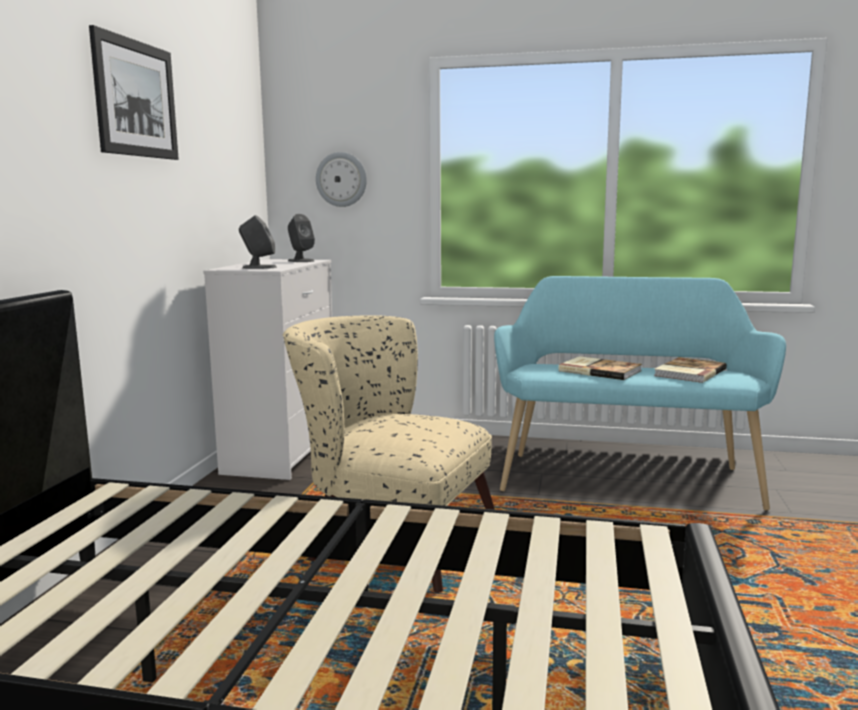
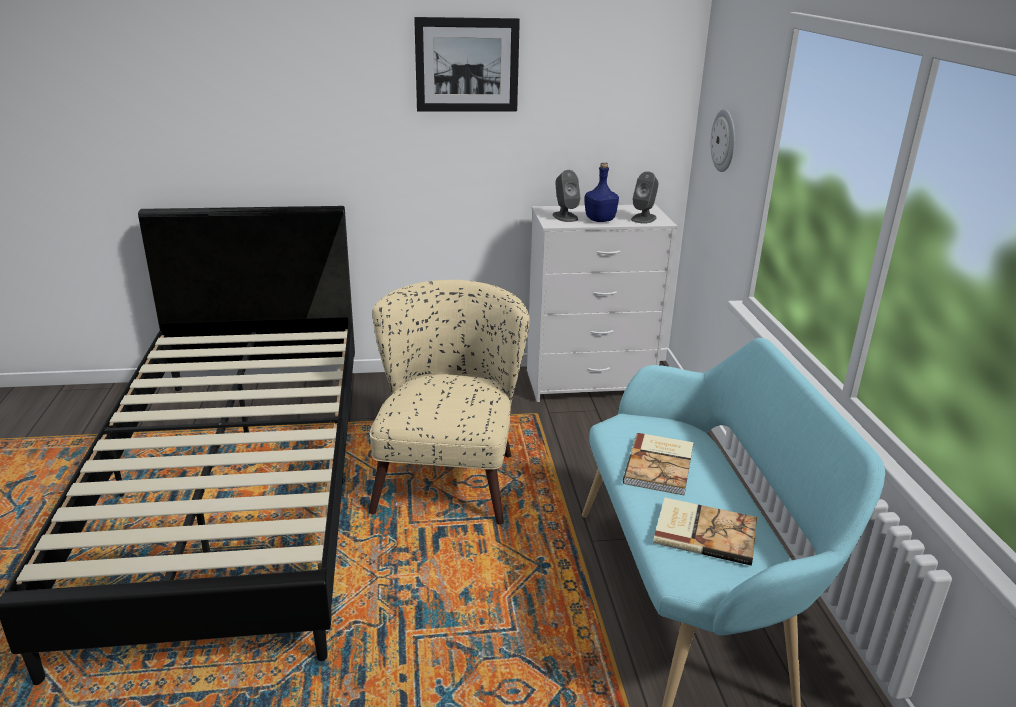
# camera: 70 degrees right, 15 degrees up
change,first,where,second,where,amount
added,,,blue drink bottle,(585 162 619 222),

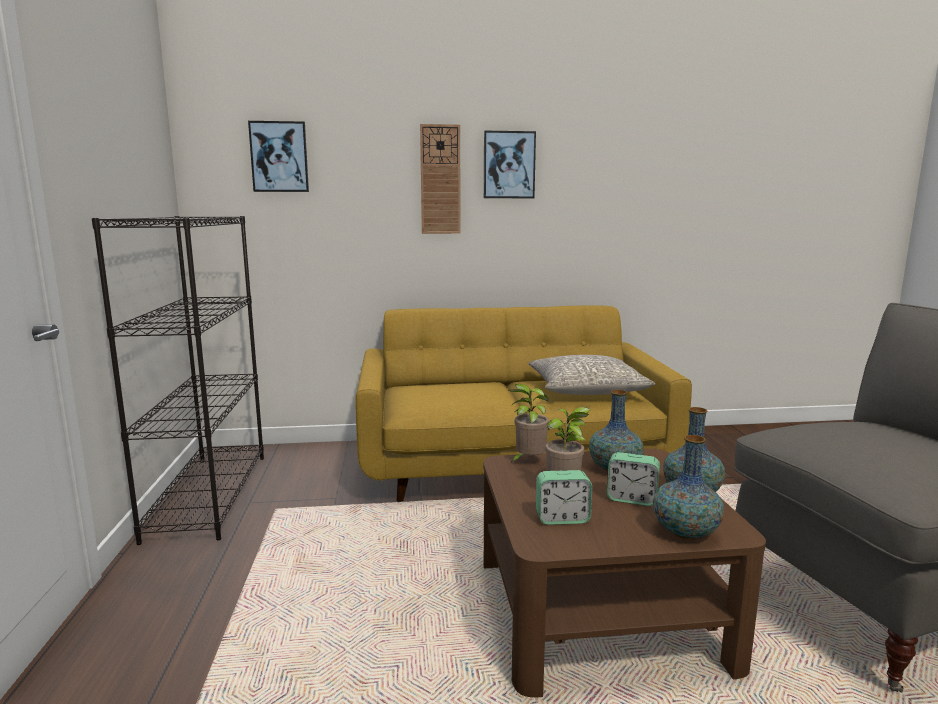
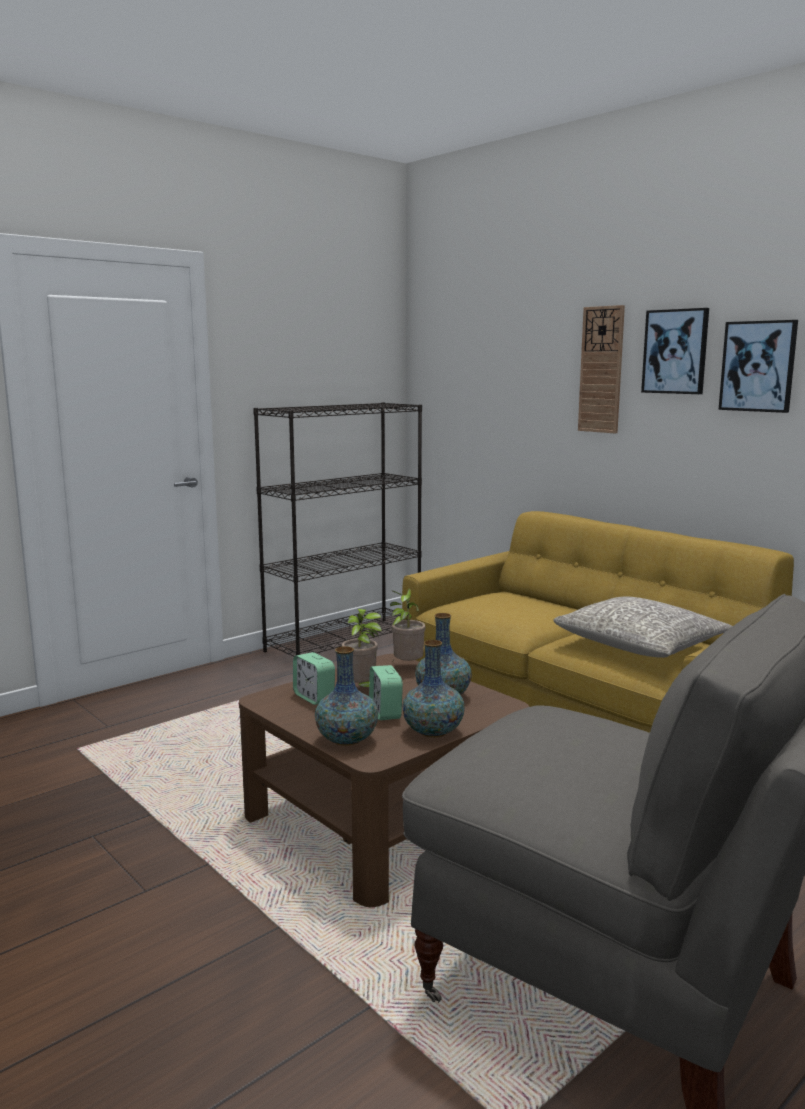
# camera: 55 degrees right, 0 degrees up
change,first,where,second,where,amount
moved,wall art,(248 121 309 192),,(718 320 798 413),

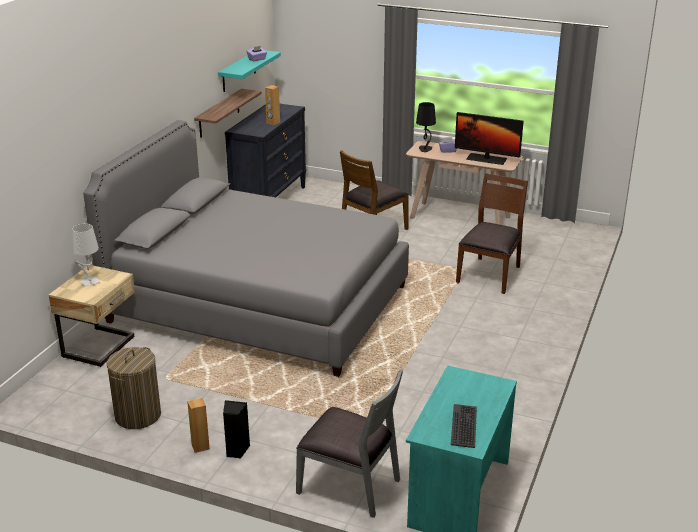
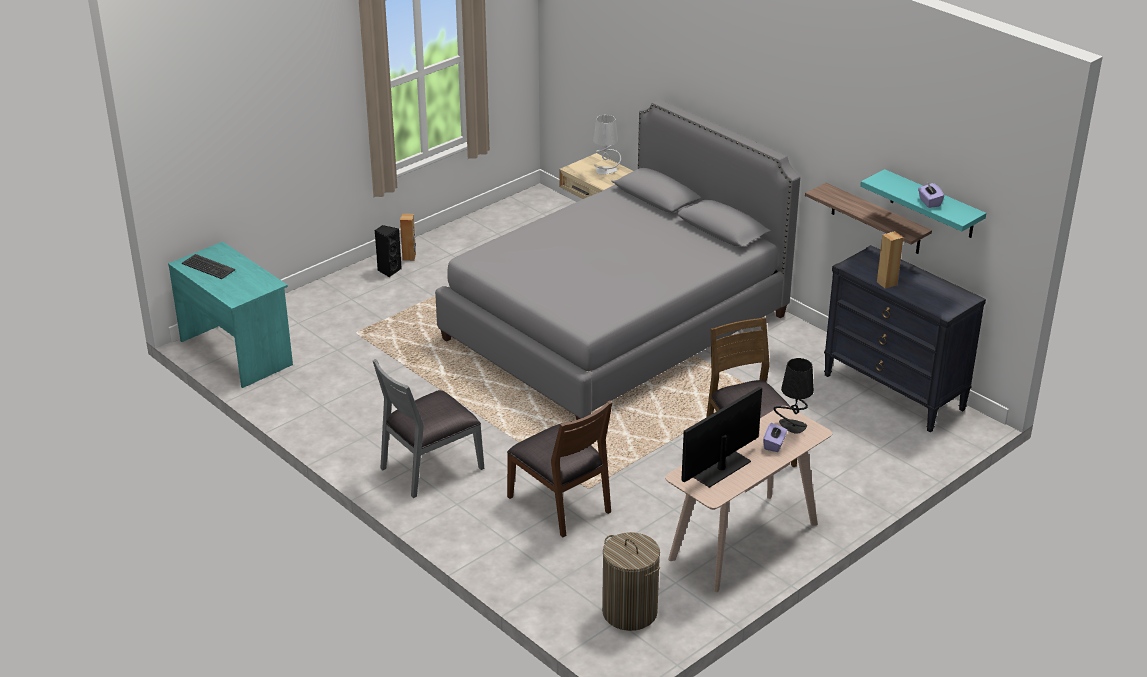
# camera: 115 degrees right, 5 degrees up
change,first,where,second,where,amount
moved,washing basket,(107 347 161 429),,(602 532 660 631),
moved,grey plain chair,(296 369 403 518),,(373 359 484 498),

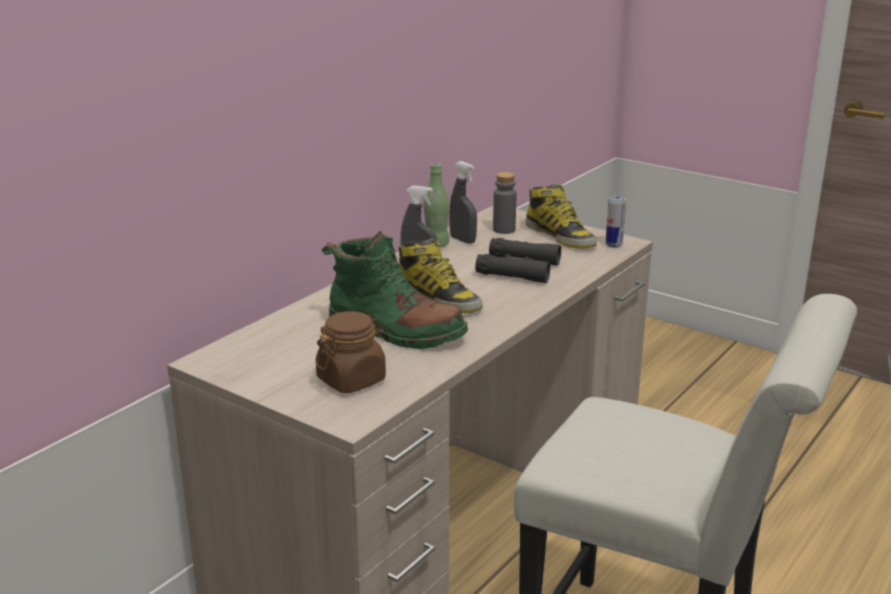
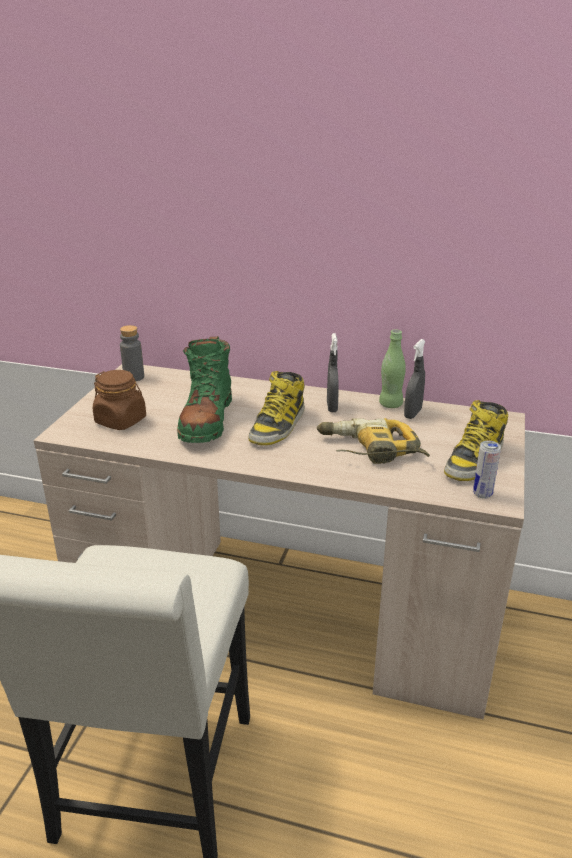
# camera: 70 degrees right, 5 degrees up
change,first,where,second,where,amount
moved,grey drink bottle,(493 172 517 234),,(120 325 144 381),
replaced,blackish binoculars,(475 238 561 283),electric drill,(317 418 430 464),

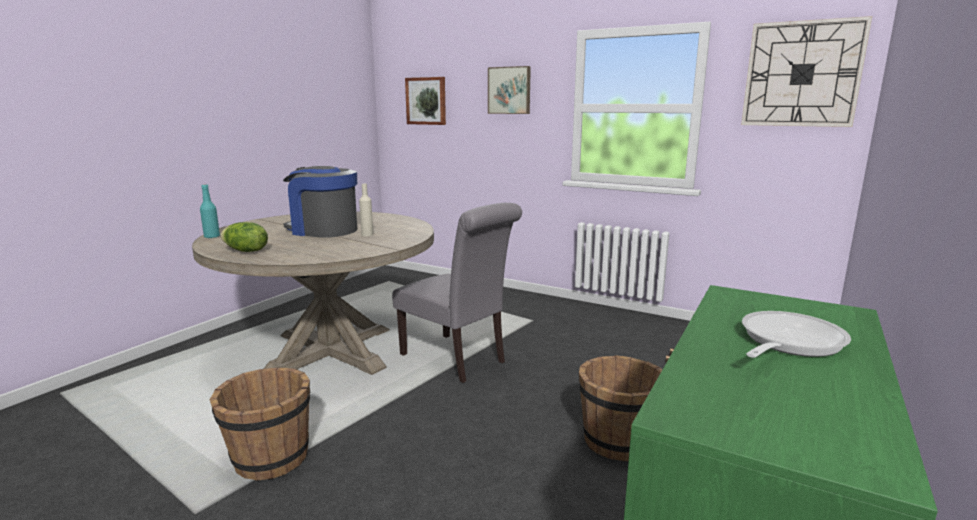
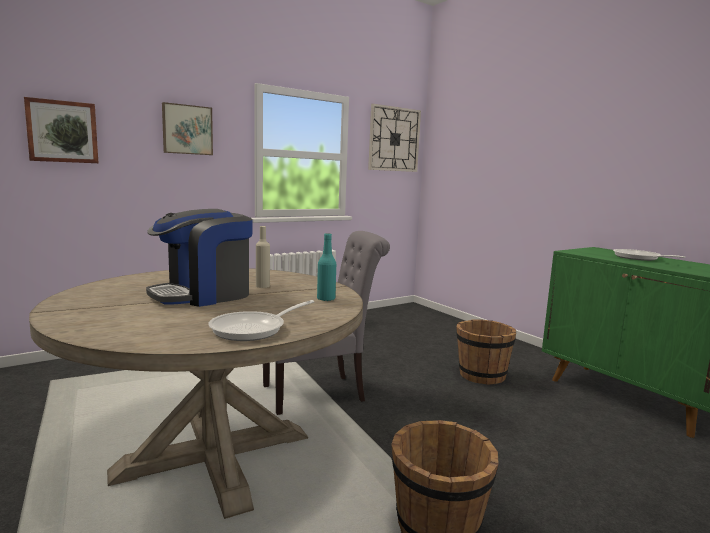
# camera: 65 degrees left, 5 degrees down
change,first,where,second,where,amount
moved,turquoise-coloured drink bottle,(200 184 220 238),,(317 233 336 301),
replaced,head of lettuce,(221 222 268 252),frying pan,(208 300 315 341),

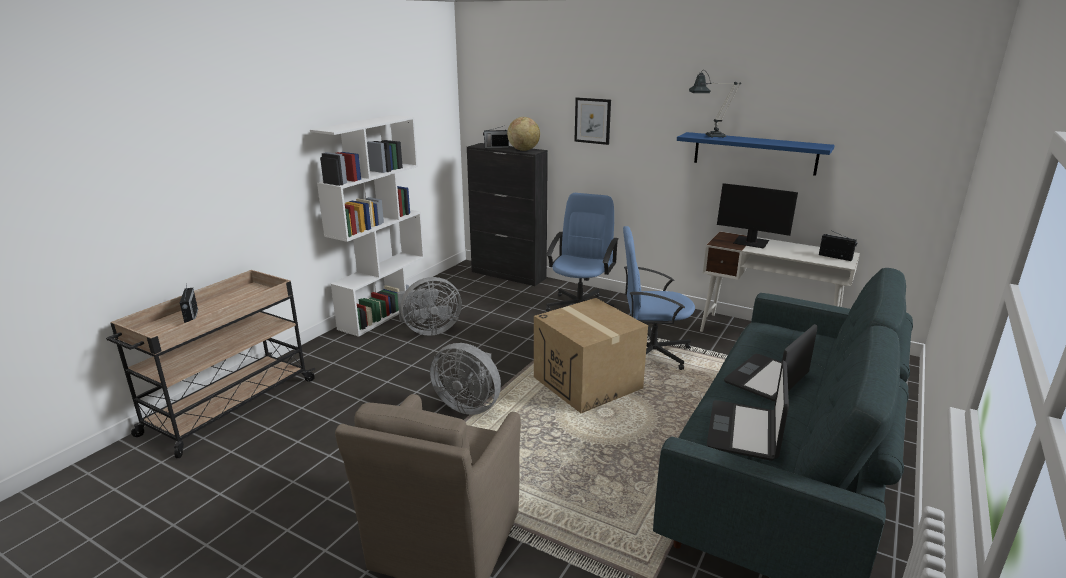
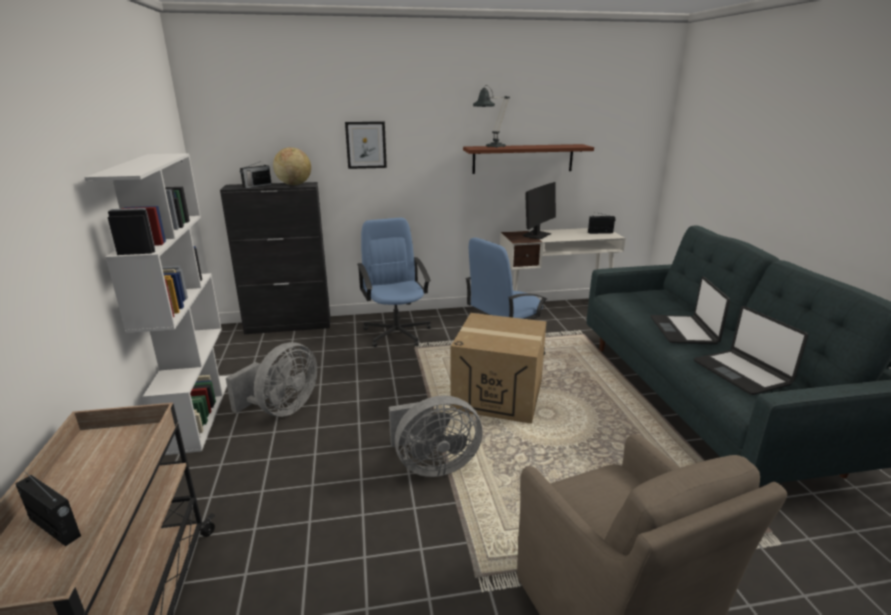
# camera: 40 degrees left, 0 degrees up
change,first,where,second,where,amount
recoloured,blue wall shelf,(677 132 835 176),brown wall shelf,(463 144 594 174),
turned,computer display,(717 183 798 248),,(523 182 556 239),45 degrees counterclockwise

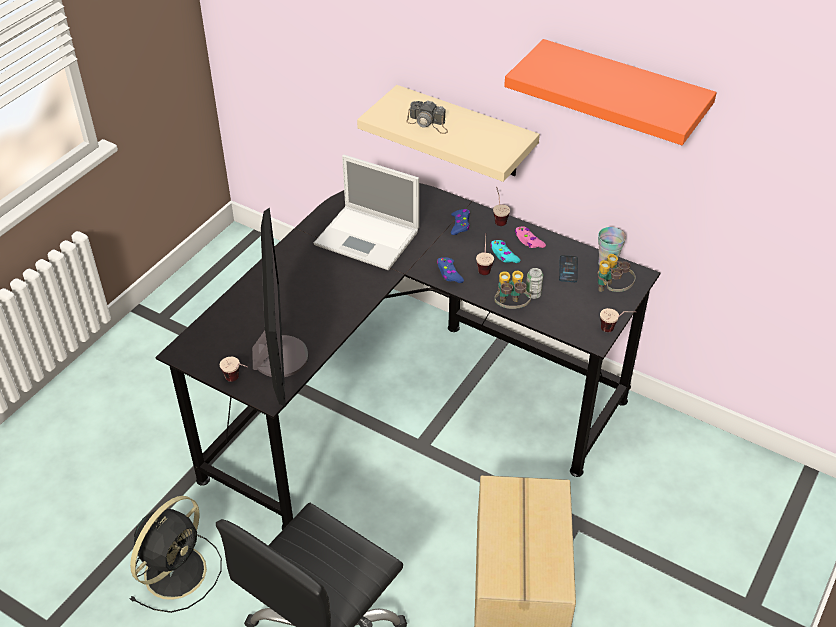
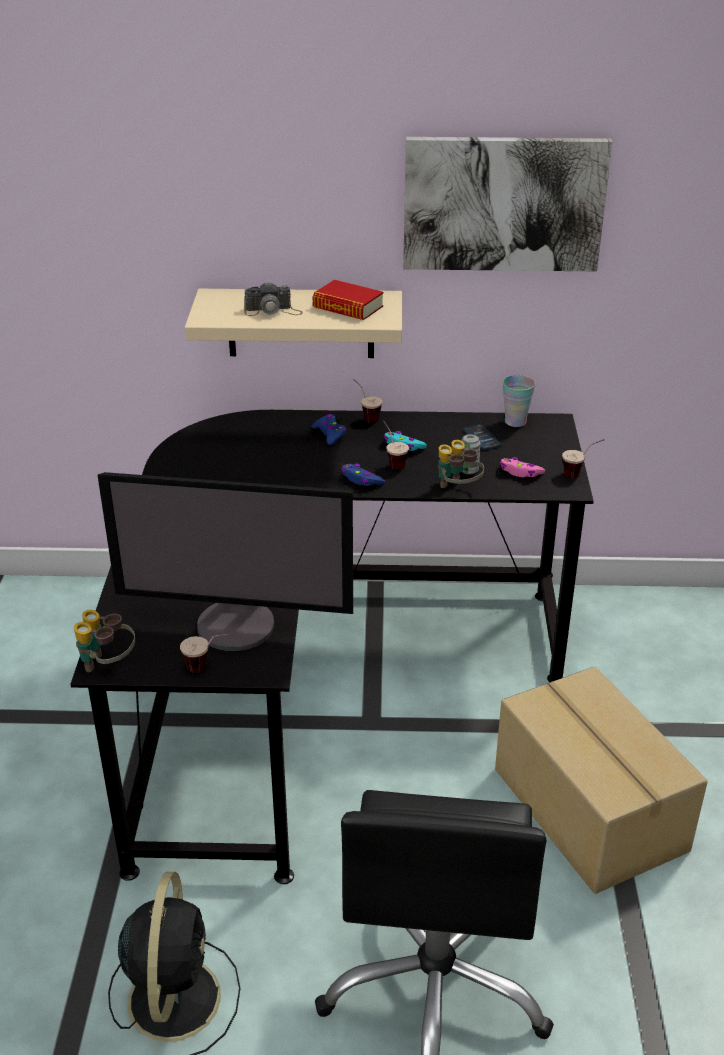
# camera: 30 degrees left, 10 degrees down
change,first,where,second,where,amount
replaced,orange wall shelf,(504 39 717 145),wall art,(403 137 612 271),
removed,notebook computer,(314 155 419 270),,,
turned,computer display,(252 208 308 407),,(98 472 353 651),135 degrees clockwise
moved,pink game controller,(515 226 546 248),,(501 457 545 477),
moved,binoculars,(598 254 636 292),,(74 610 135 672),
added,,,book,(313 280 383 320),

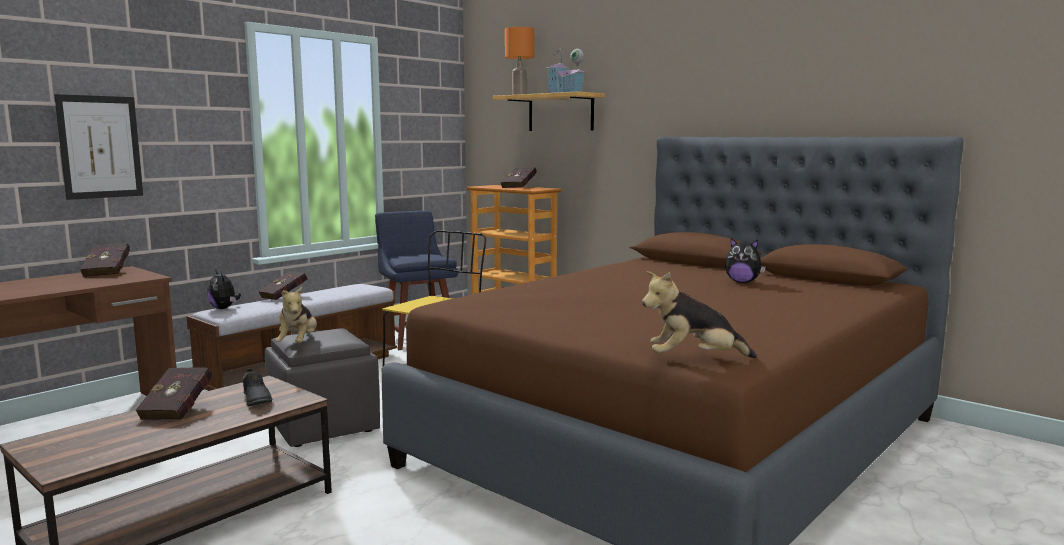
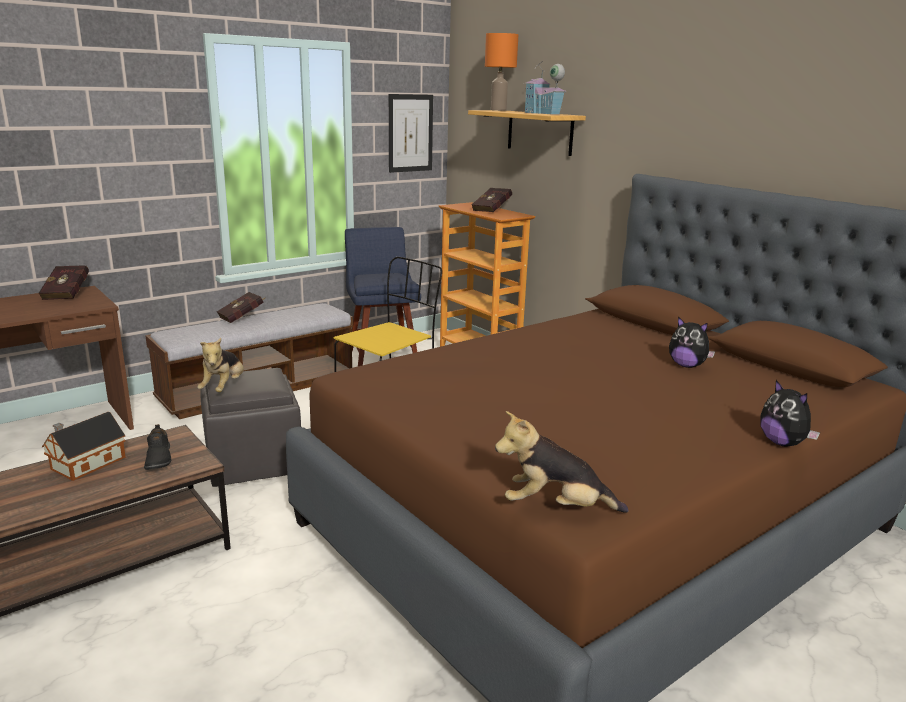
# camera: 10 degrees right, 10 degrees up
change,first,where,second,where,amount
moved,wall art,(54 94 143 200),,(389 94 433 173),
moved,plush toy,(207 271 241 309),,(760 380 820 447),
replaced,red book,(135 367 212 420),toy house,(42 412 126 481),

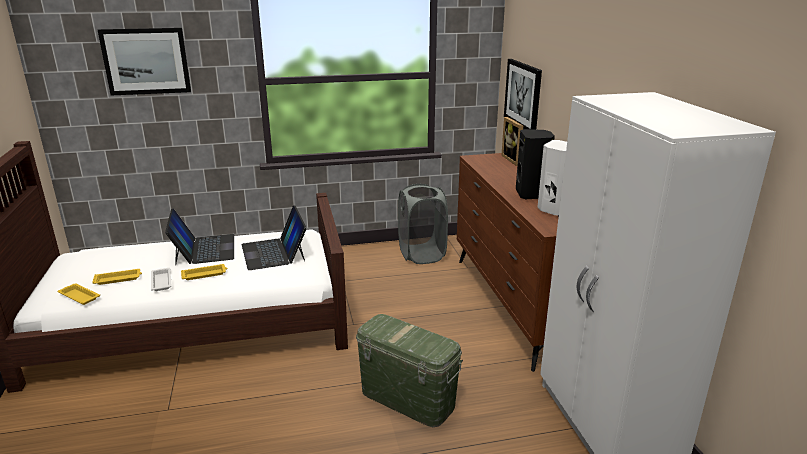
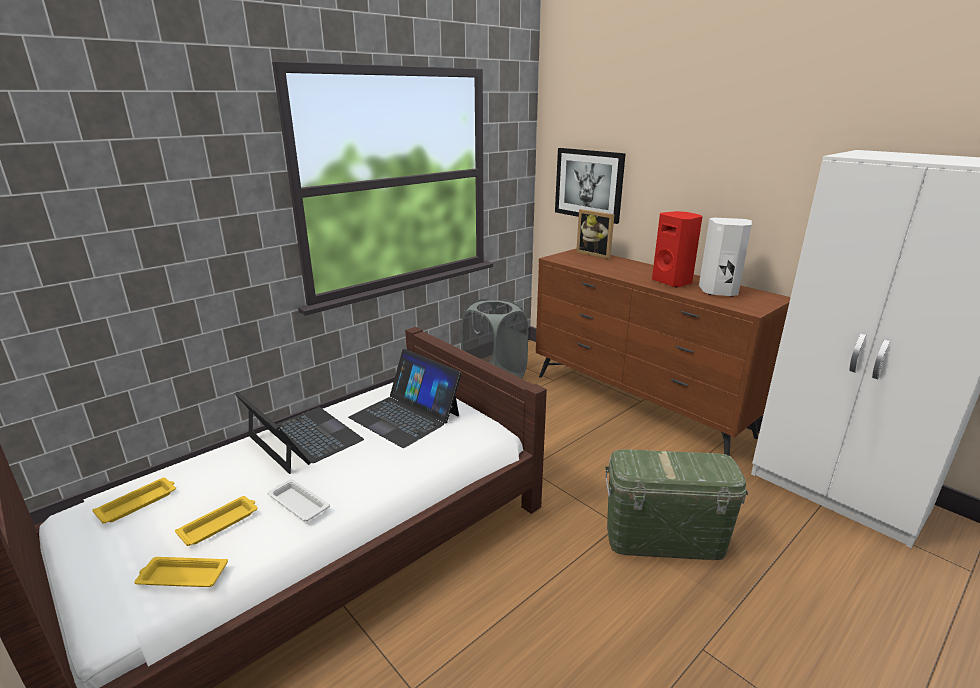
# camera: 30 degrees left, 0 degrees up
change,first,where,second,where,amount
removed,wall art,(98 28 191 95),,,
recoloured,blackish audio speaker,(516 129 555 200),red audio speaker,(652 211 703 288),
moved,yellow carrying tray,(181 264 227 280),,(93 478 176 524),

